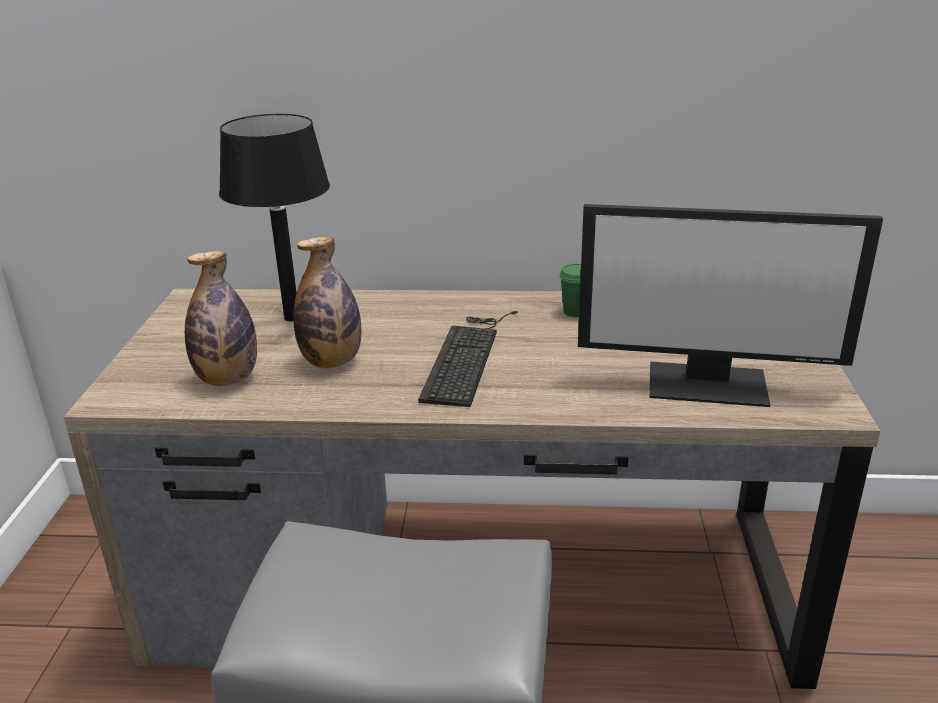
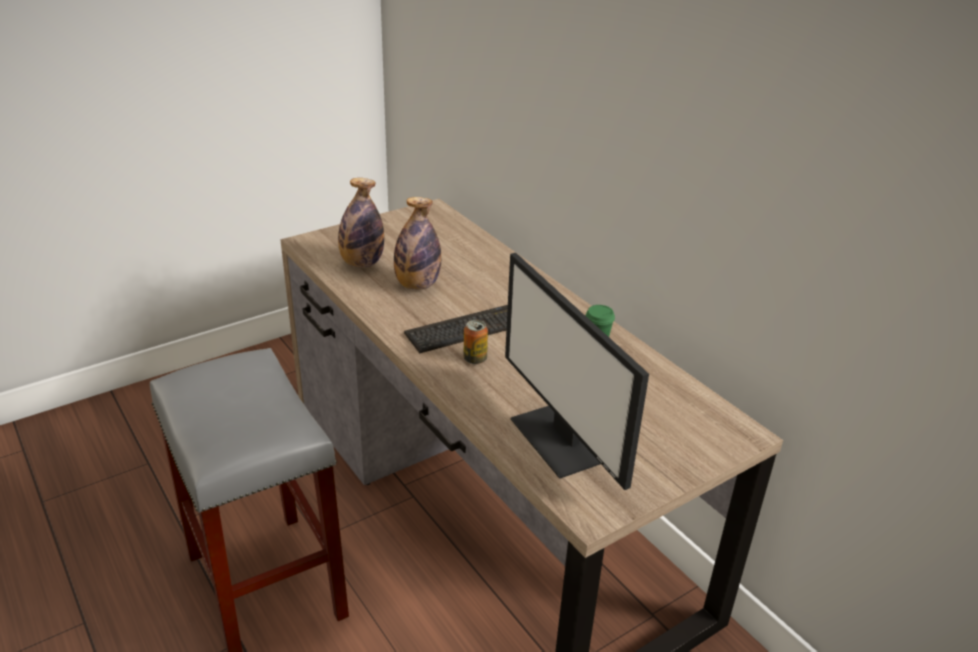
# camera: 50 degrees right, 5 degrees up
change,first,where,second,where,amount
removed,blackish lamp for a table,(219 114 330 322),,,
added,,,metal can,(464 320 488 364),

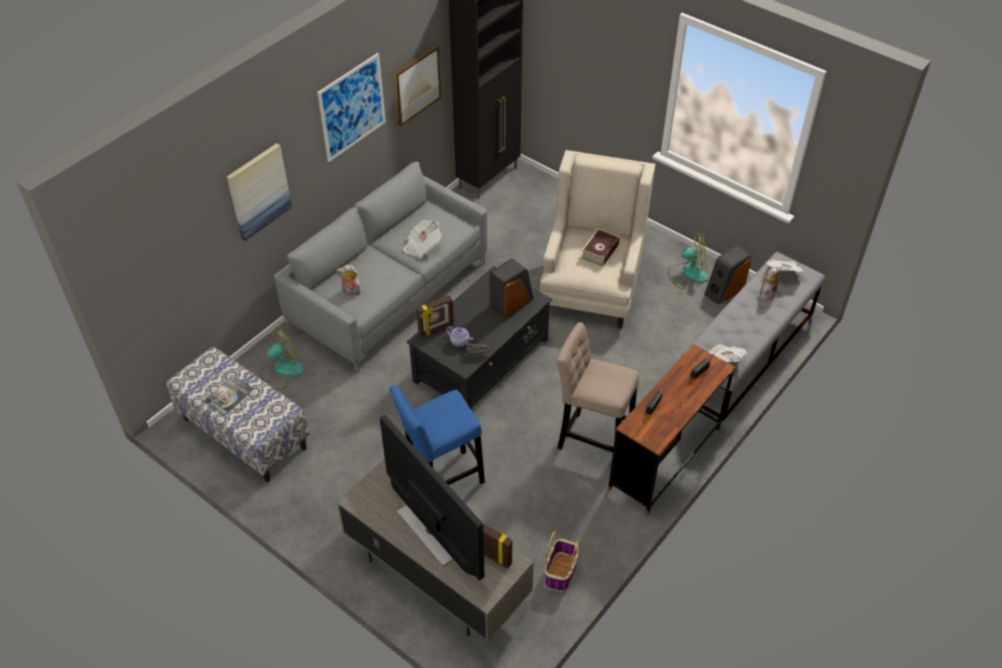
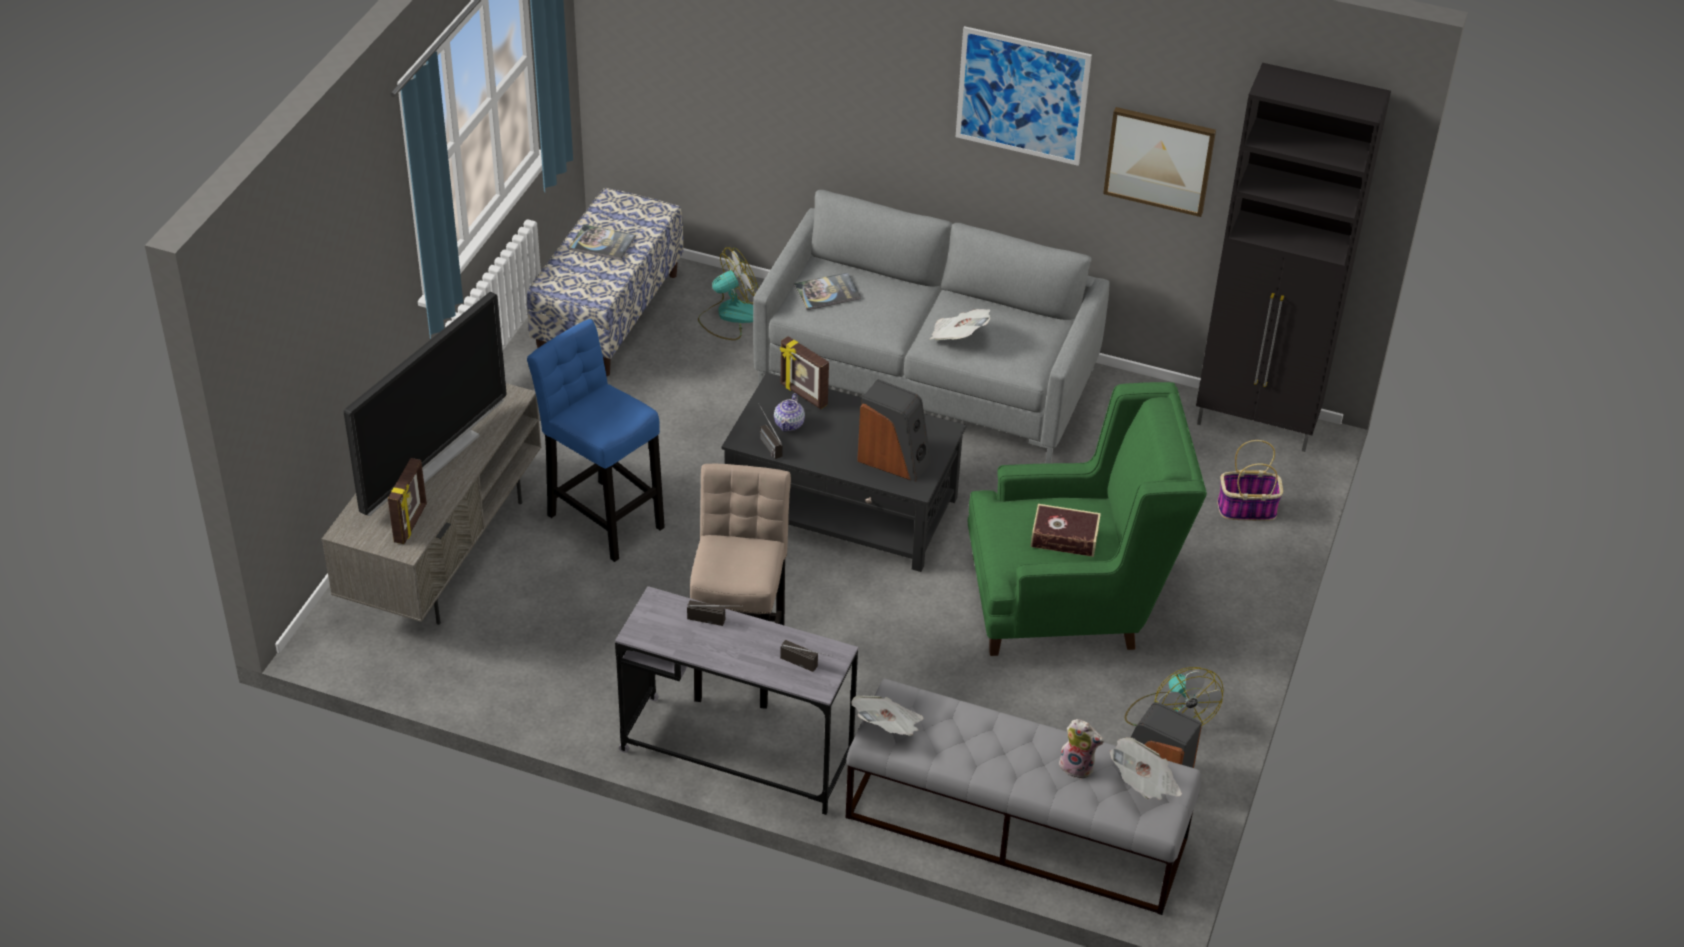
# camera: 70 degrees right, 5 degrees down
change,first,where,second,where,amount
removed,wall art,(227 143 292 241),,,
recoloured,beige easy chair,(540 150 655 328),green easy chair,(968 382 1207 656),
replaced,plush toy,(336 265 362 296),book,(794 272 861 310),
turned,cooling fan,(260 326 304 390),,(698 247 759 340),75 degrees counterclockwise
recoloured,brown desk,(608 344 735 515),grey desk,(615 586 858 815),
moved,storage basket,(545 531 580 591),,(1217 440 1283 521),

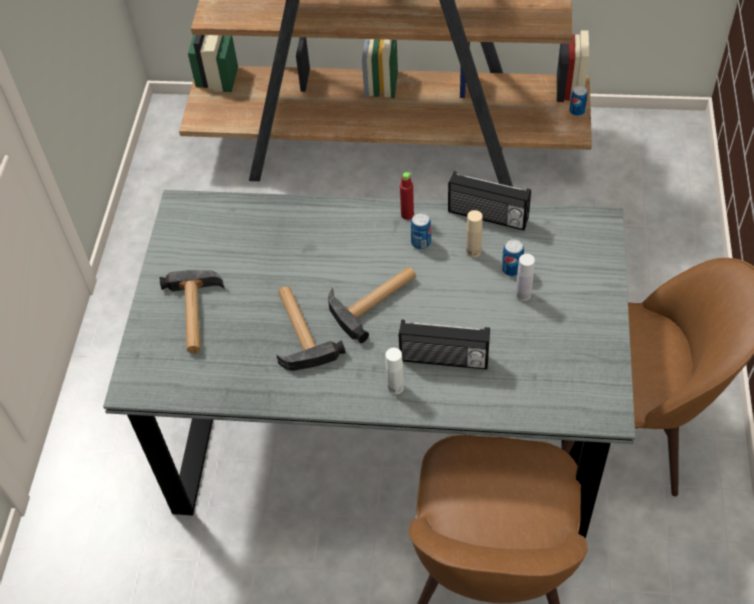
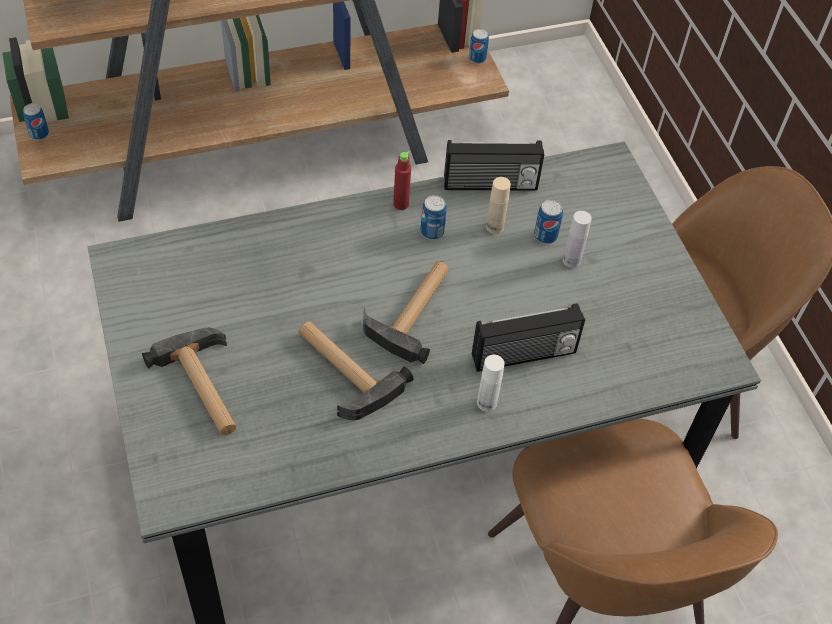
# camera: 30 degrees left, 0 degrees up
change,first,where,second,where,amount
added,,,metal can,(23 103 49 140),

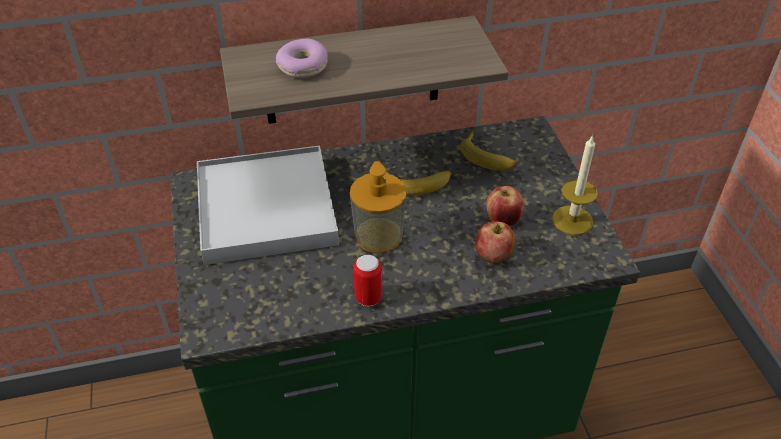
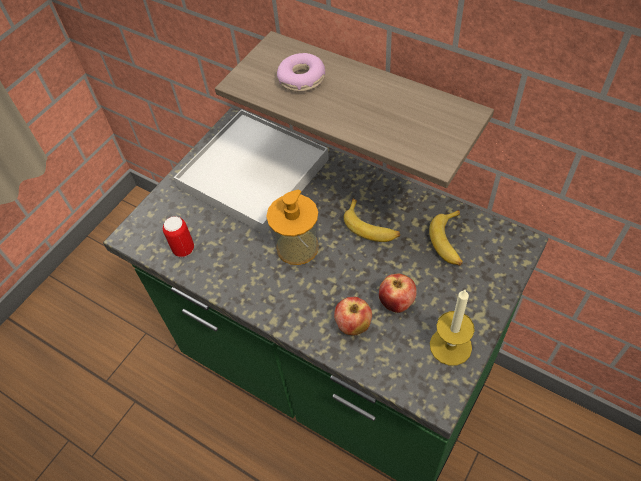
# camera: 50 degrees right, 10 degrees up
change,first,where,second,where,amount
moved,metal can,(353 255 382 306),,(163 216 194 257),

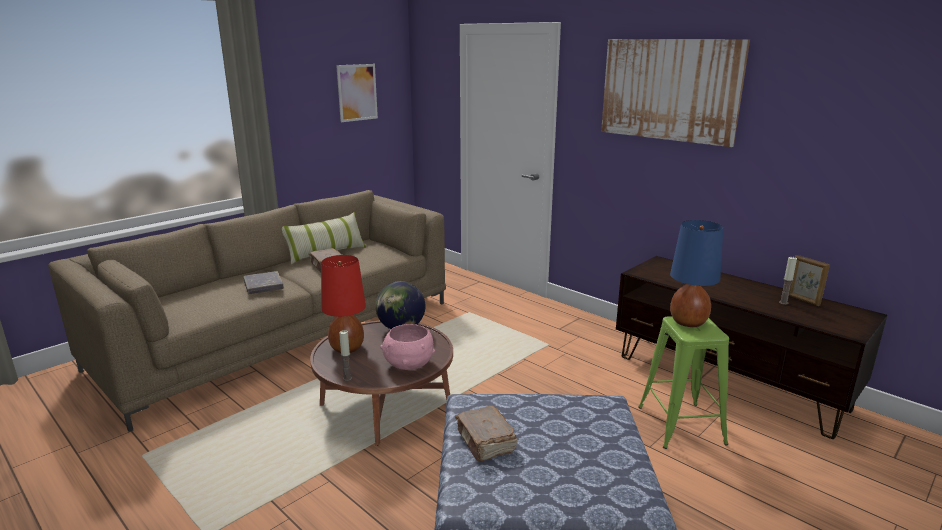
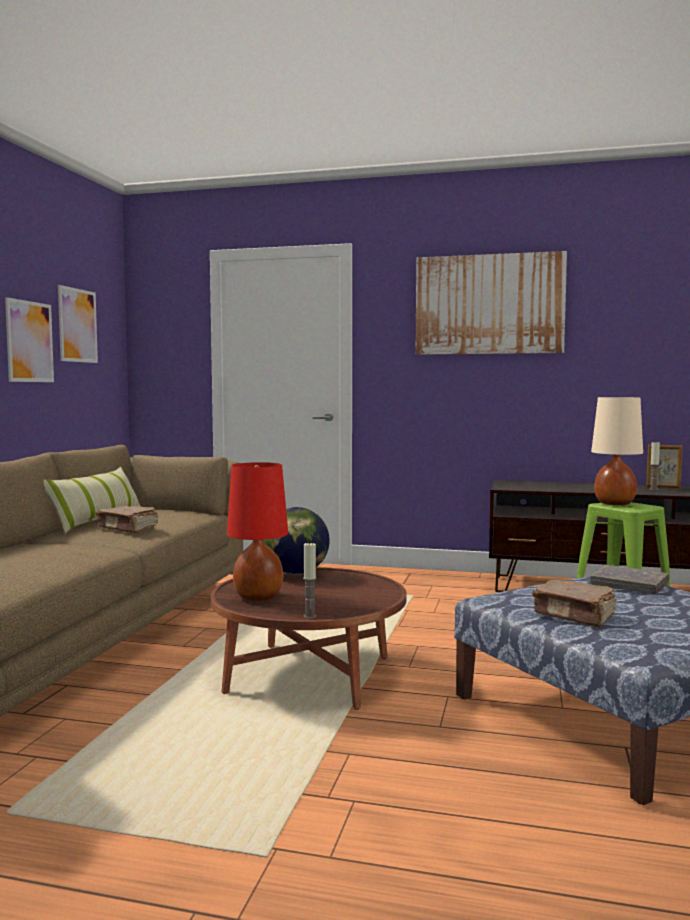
# camera: 30 degrees left, 15 degrees down
change,first,where,second,where,amount
recoloured,blue lamp for a table,(670 220 723 327),beige lamp for a table,(591 397 643 505),
moved,grey book,(243 271 284 294),,(590 565 669 594),
removed,pink bowl,(380 324 435 370),,,
added,,,wall art,(5 297 54 382),

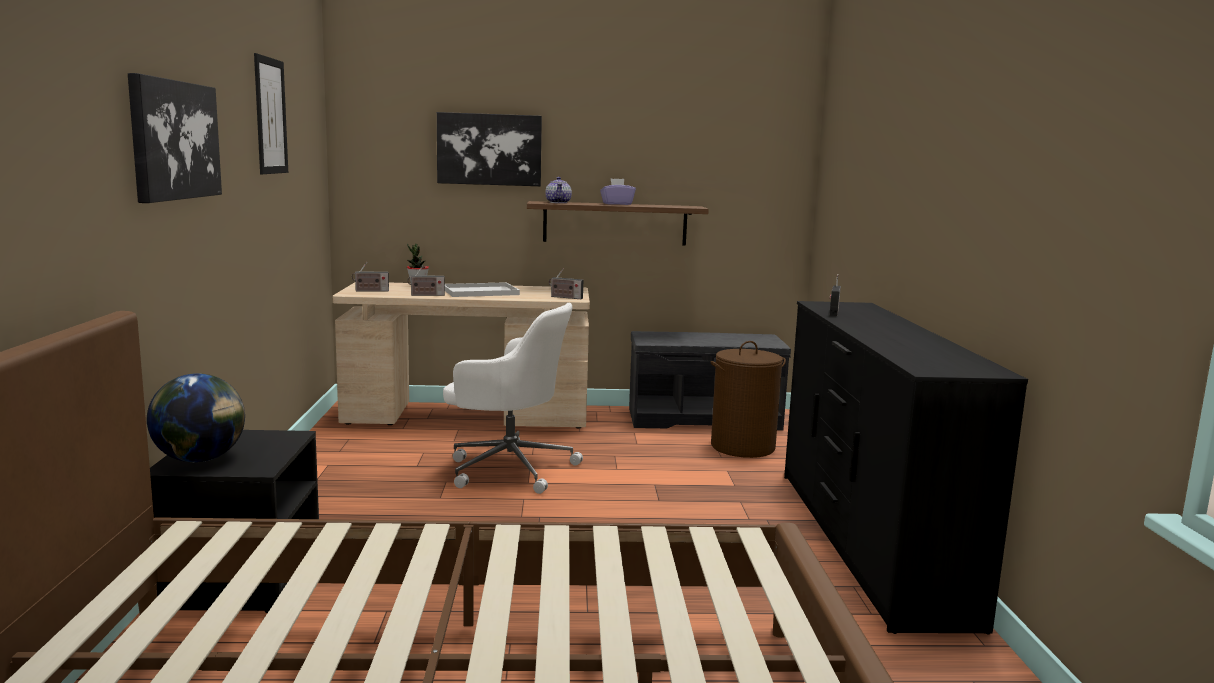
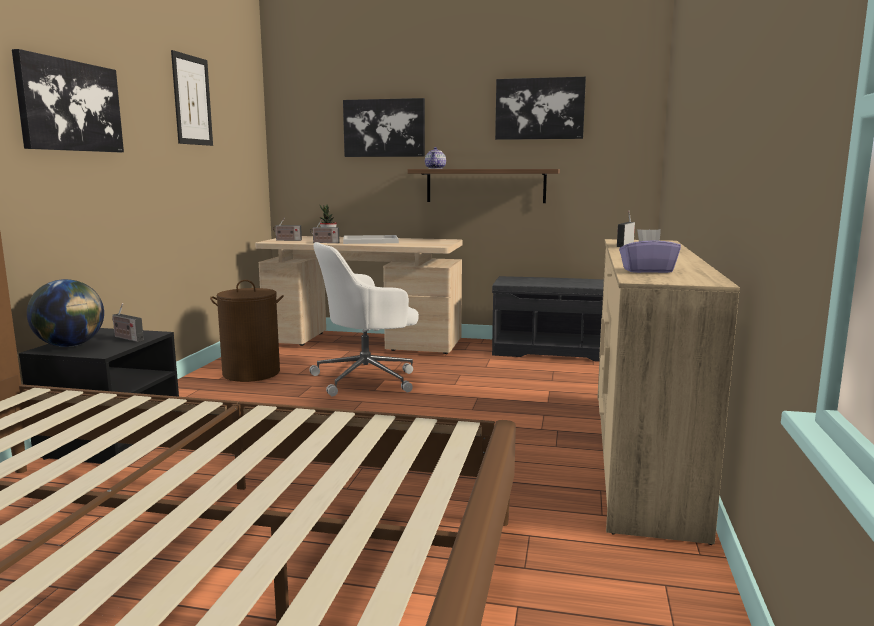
# camera: 15 degrees right, 0 degrees up
change,first,where,second,where,amount
moved,purple box of tissues,(600 179 636 205),,(619 229 681 273),
moved,radio set,(549 268 583 299),,(112 303 144 342),
recoloured,blackish chest of drawers,(784 301 1028 635),beige chest of drawers,(597 239 740 545),
turned,white-coloured desk chair,(443 303 583 494),,(309 242 419 396),120 degrees clockwise
moved,brown washing basket,(710 341 786 458),,(210 280 284 382),
added,,,wall art,(495 77 586 140),

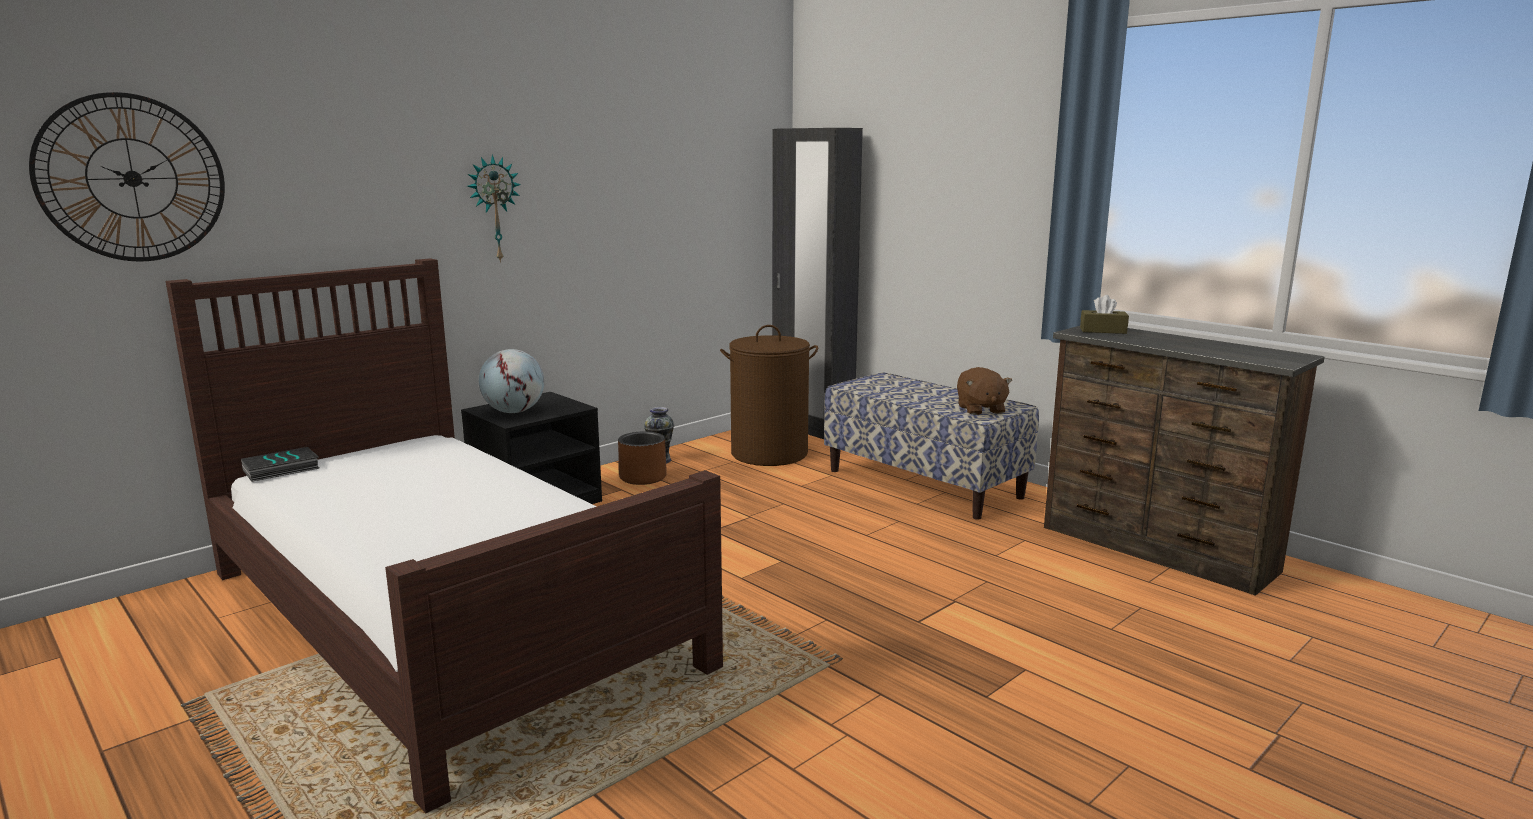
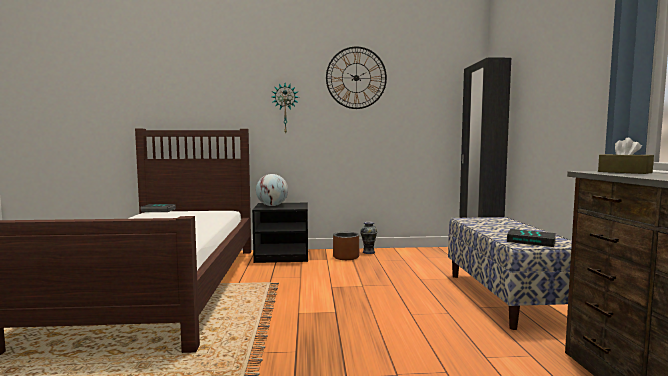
# camera: 40 degrees right, 10 degrees down
change,first,where,second,where,amount
moved,clock on the wall,(29 92 225 262),,(326 46 387 109),
removed,brown washing basket,(720 325 818 466),,,
replaced,brown plush toy,(957 367 1012 415),book,(507 229 557 247),

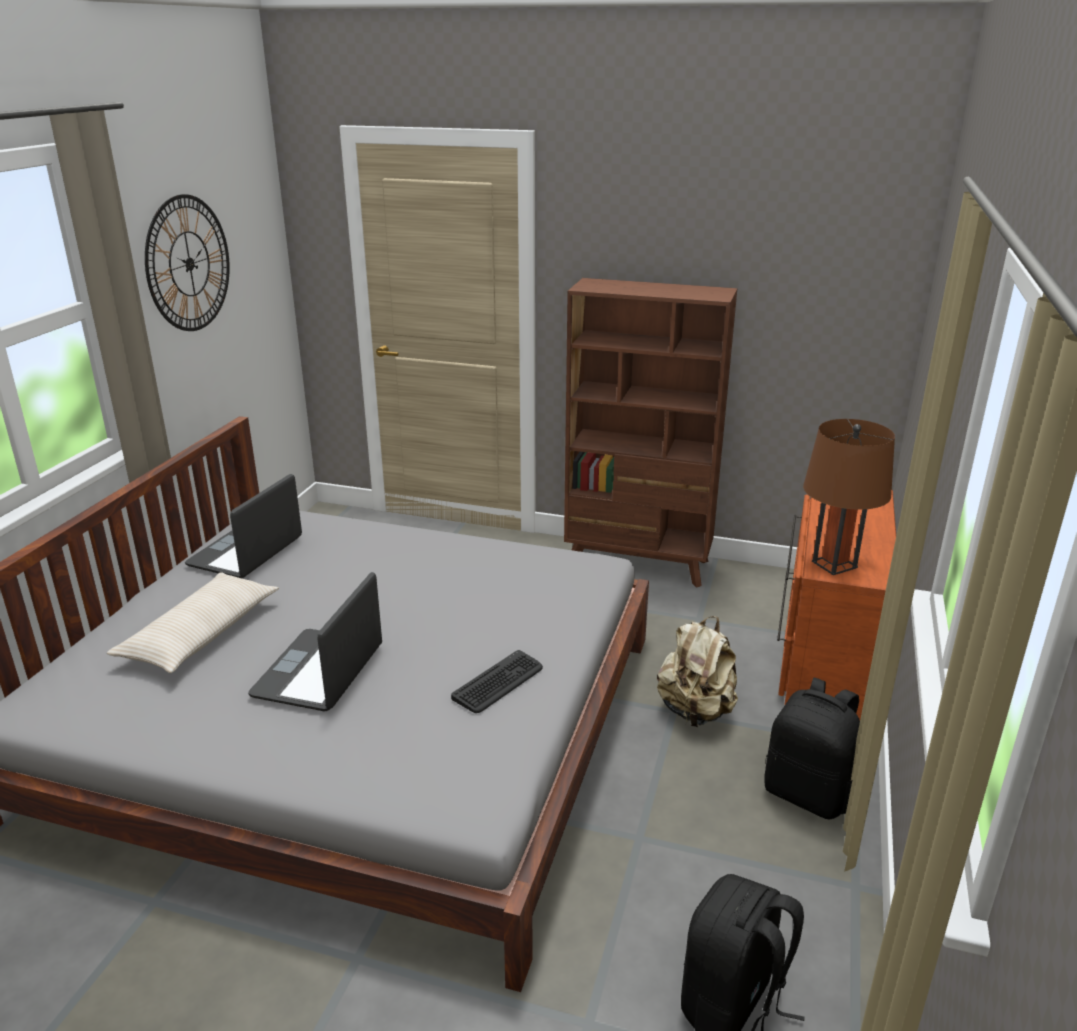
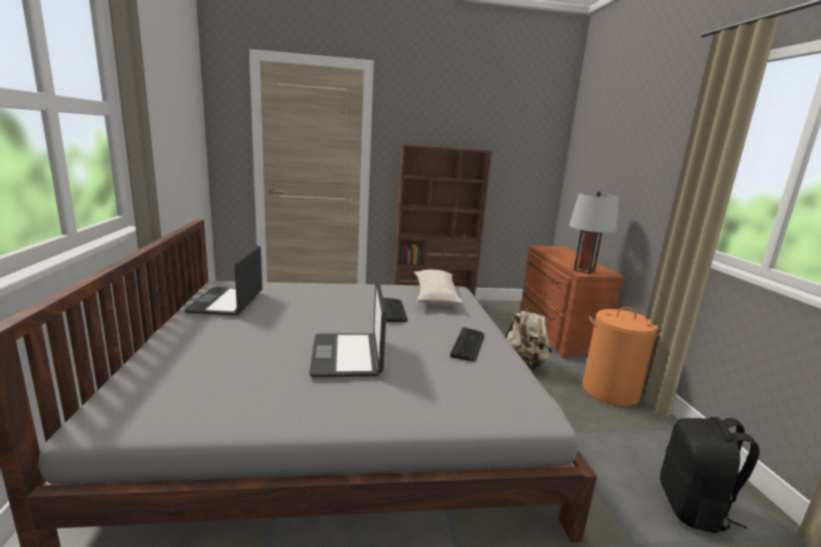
# camera: 25 degrees left, 10 degrees down
change,first,where,second,where,amount
removed,clock on the wall,(145 194 230 331),,,
recoloured,brown lamp for a table,(803 419 895 575),grey lamp for a table,(569 191 619 274),
moved,beige pillow,(107 572 279 673),,(414 270 463 306),
replaced,blackish knapsack,(764 678 860 819),orange washing basket,(583 307 661 406),
added,,,computer keyboard,(383 298 408 322),

